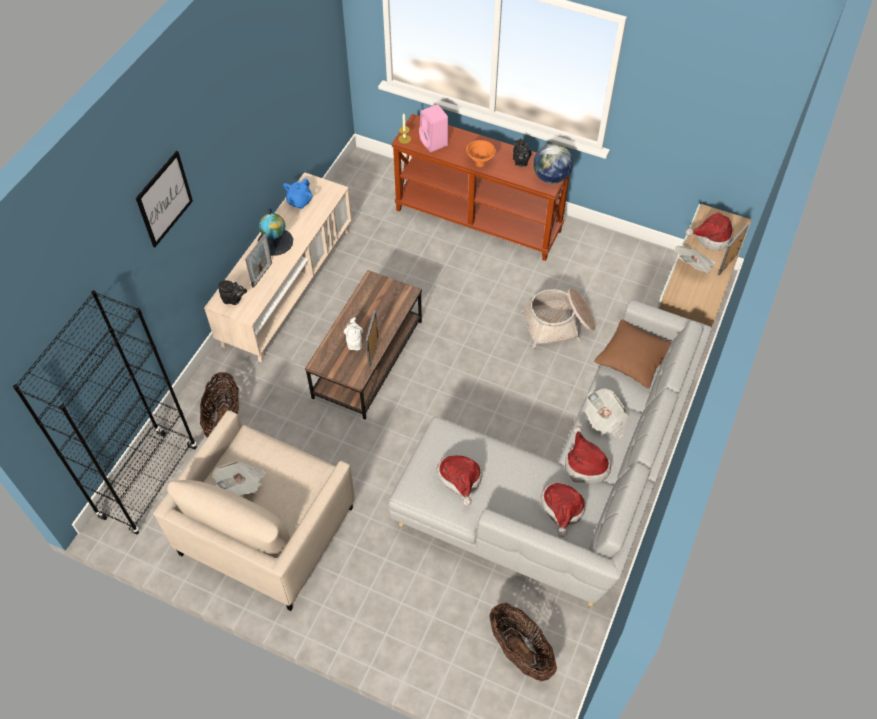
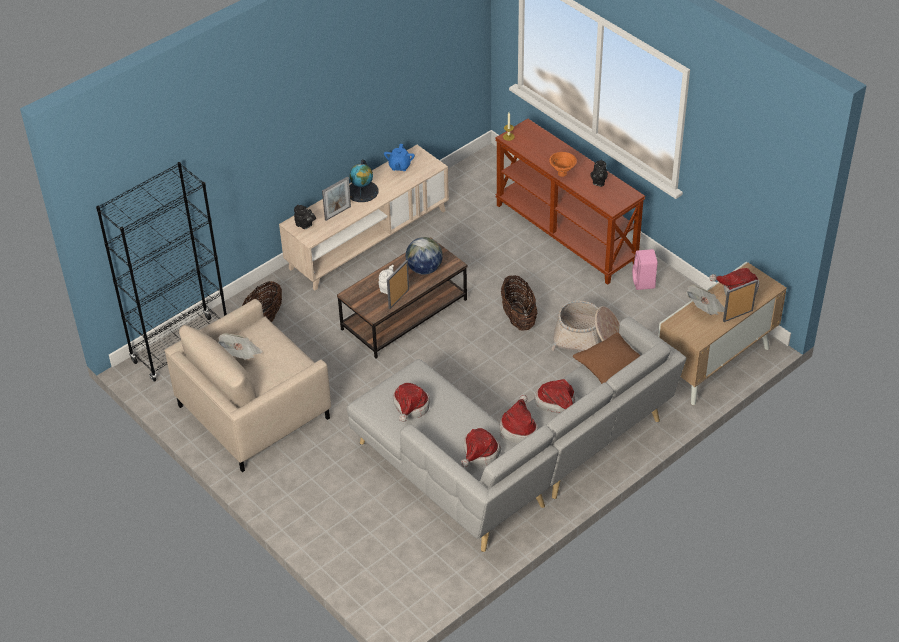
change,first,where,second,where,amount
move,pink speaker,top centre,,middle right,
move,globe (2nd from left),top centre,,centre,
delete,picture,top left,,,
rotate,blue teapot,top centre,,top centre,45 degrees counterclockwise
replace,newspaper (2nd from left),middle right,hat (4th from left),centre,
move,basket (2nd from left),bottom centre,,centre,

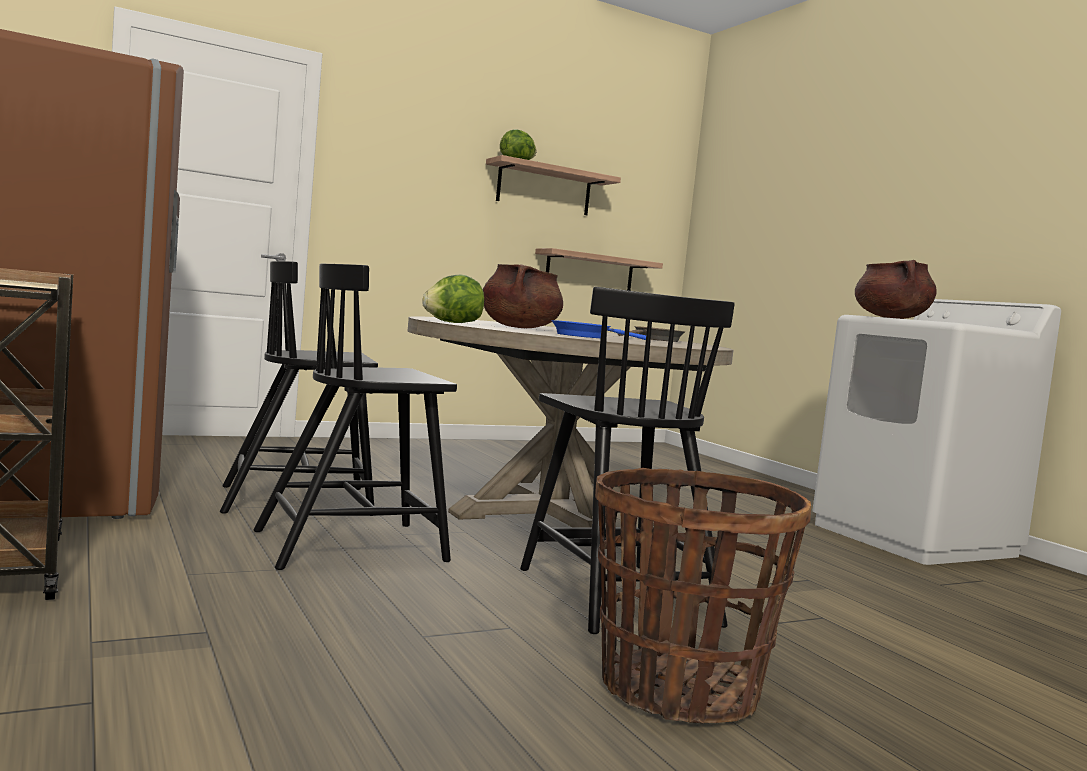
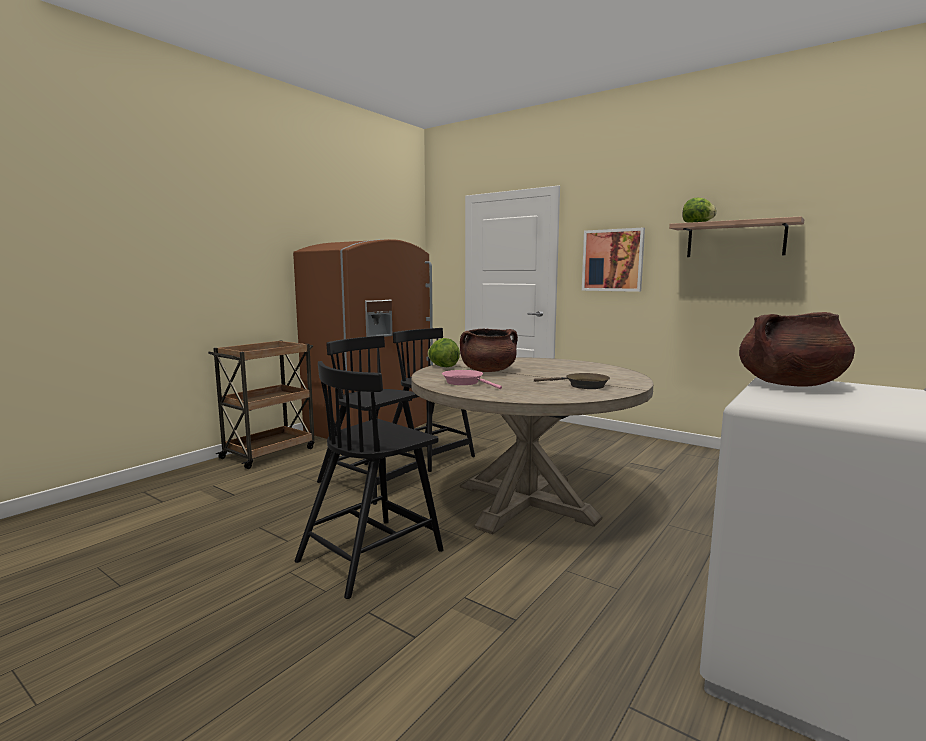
change,first,where,second,where,amount
delete,shelf (2nd from left),centre,,,
recolor,blue frying pan,centre,pink frying pan,centre,
delete,basket,bottom centre,,,
insert,,,picture,centre,

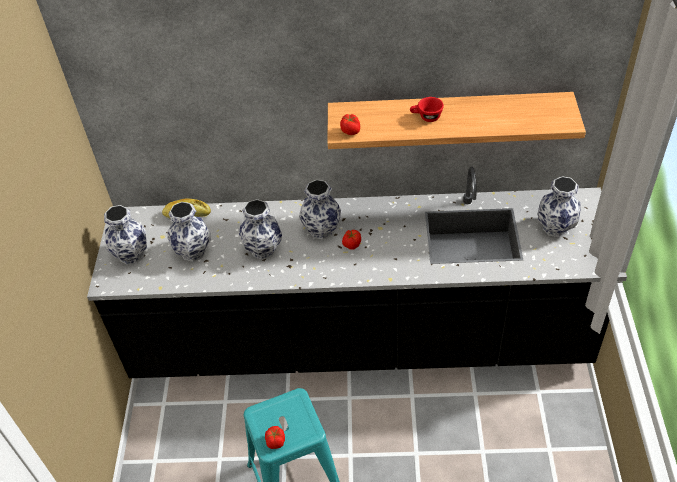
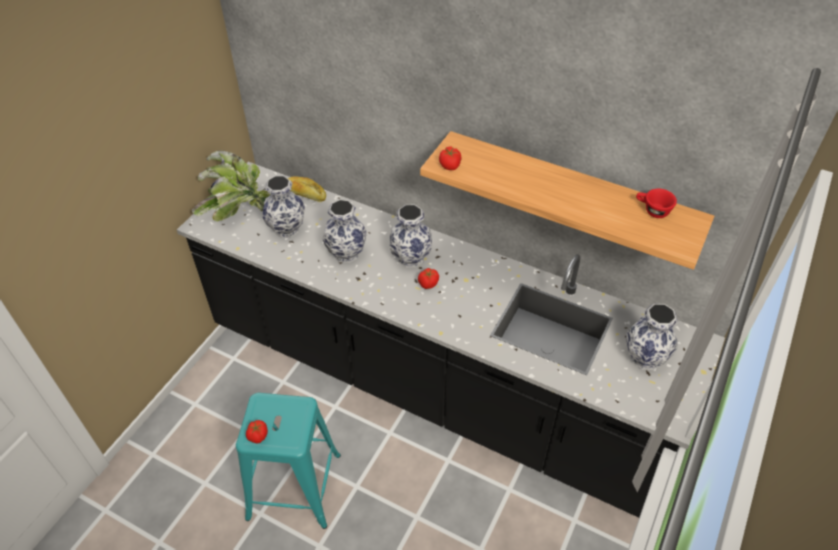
change,first,where,second,where,amount
move,red cup,top centre,,middle right,
replace,vase (1st from left),middle left,potted plant,middle left,

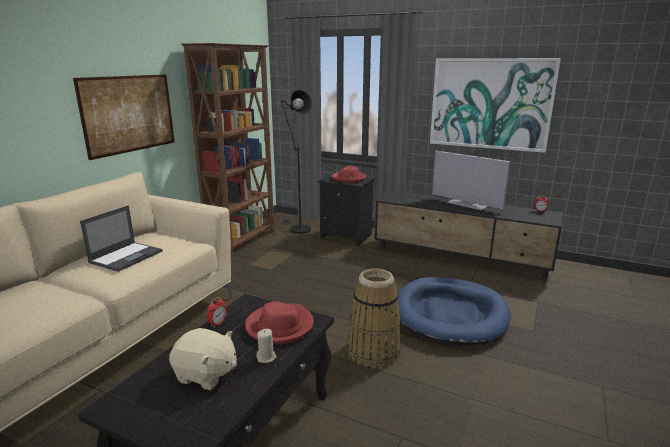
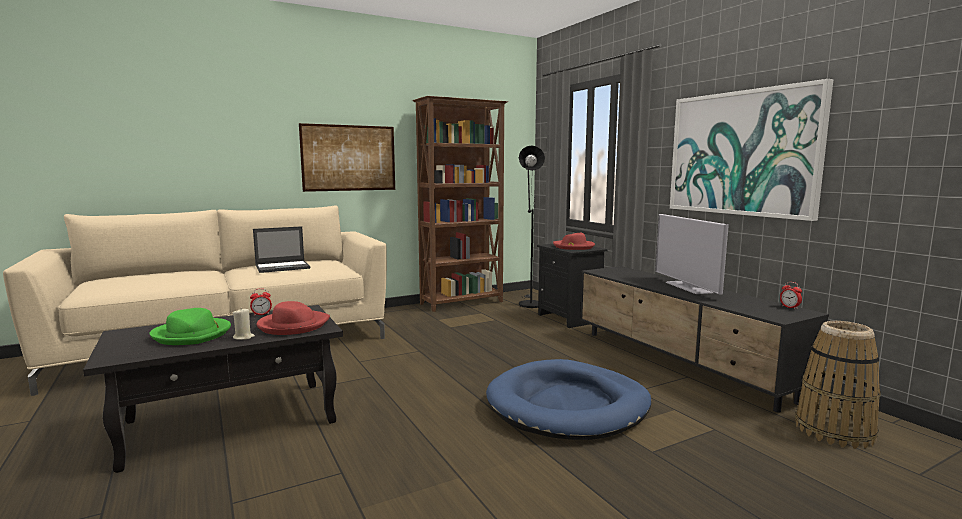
change,first,where,second,where,amount
move,basket,bottom centre,,bottom right,
replace,beige plush toy,bottom left,green hat,middle left,

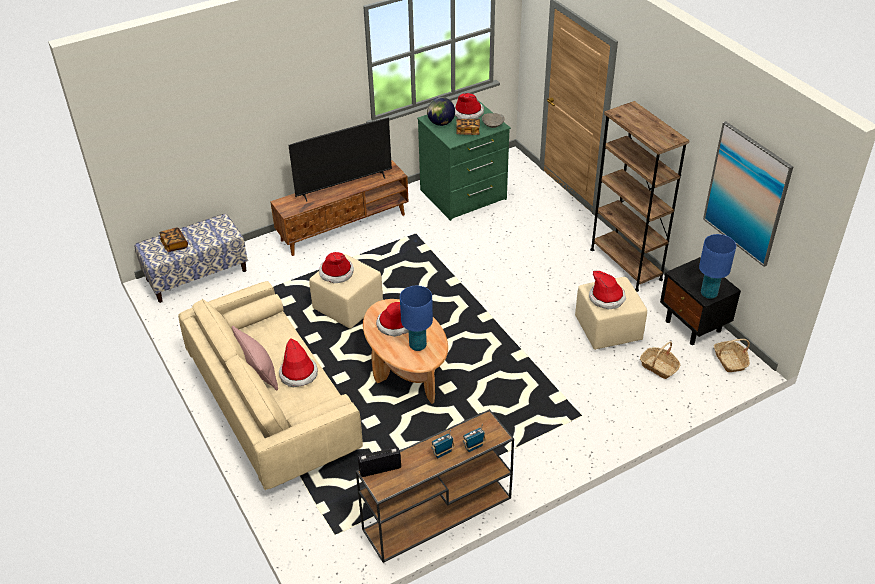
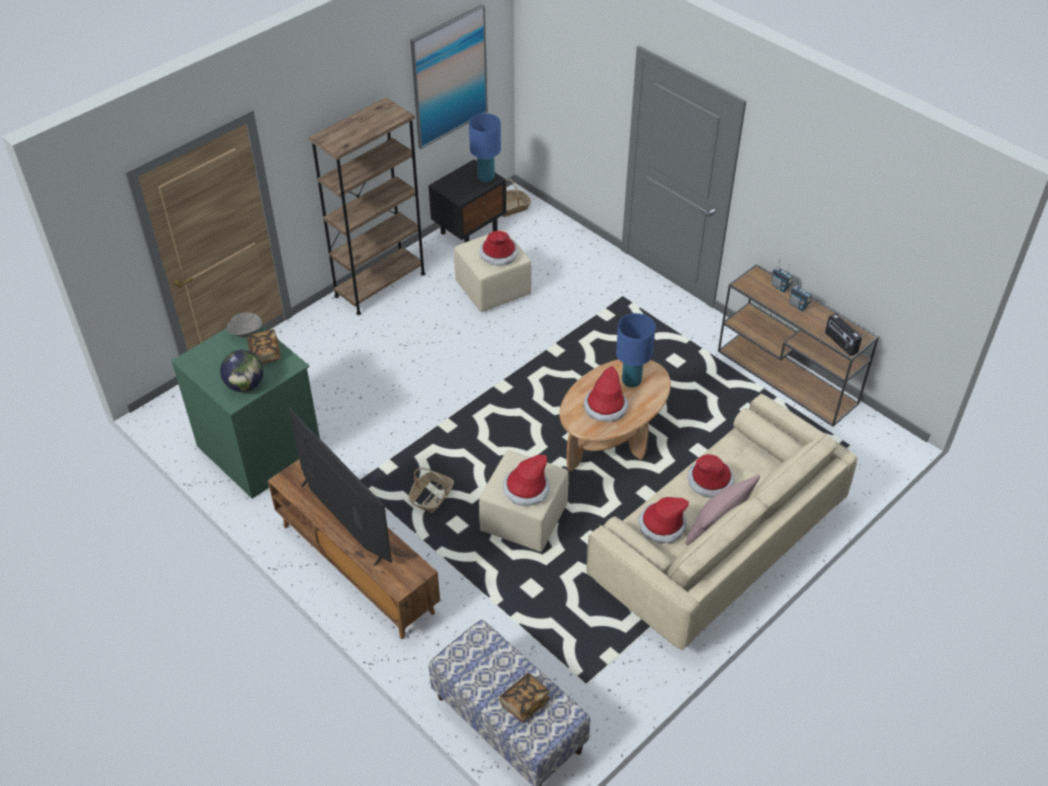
change,first,where,second,where,amount
move,hat (4th from left),top centre,,centre,
move,basket (1st from left),middle right,,centre,

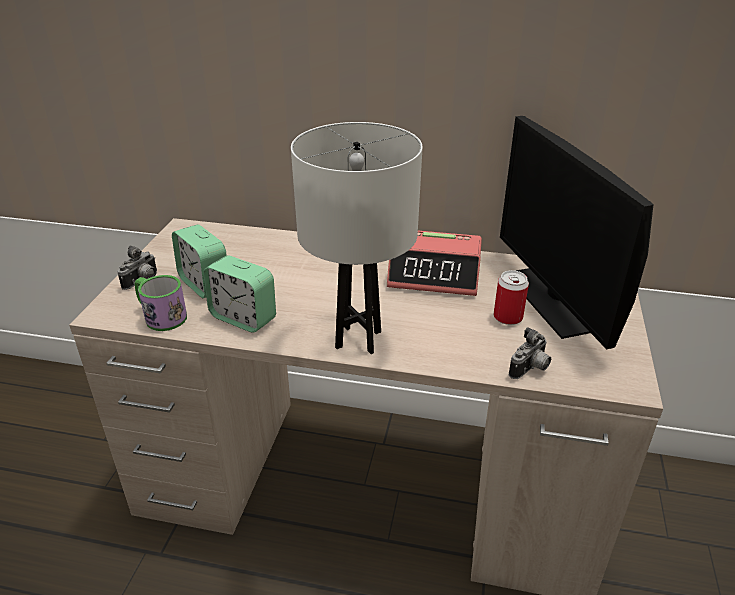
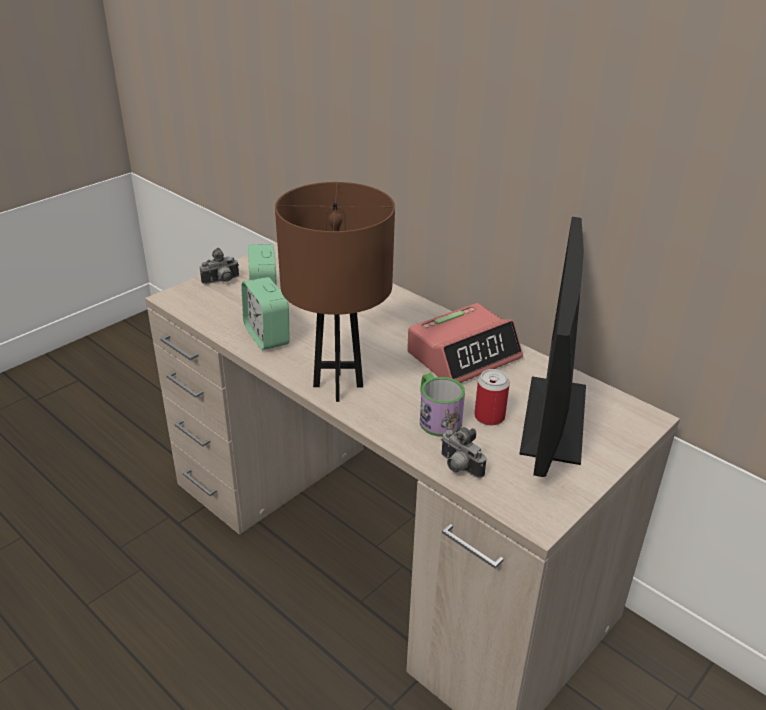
change,first,where,second,where,amount
recolor,white table lamp,centre,brown table lamp,centre,
rotate,alarm clock (3rd from left),centre,,centre,75 degrees counterclockwise
move,mug,middle left,,centre,
rotate,photo camera (2nd from left),middle right,,centre,60 degrees clockwise

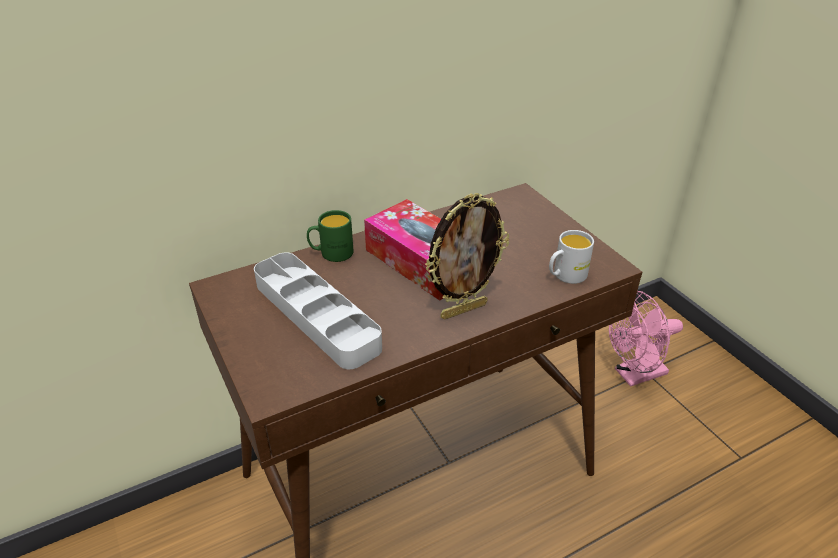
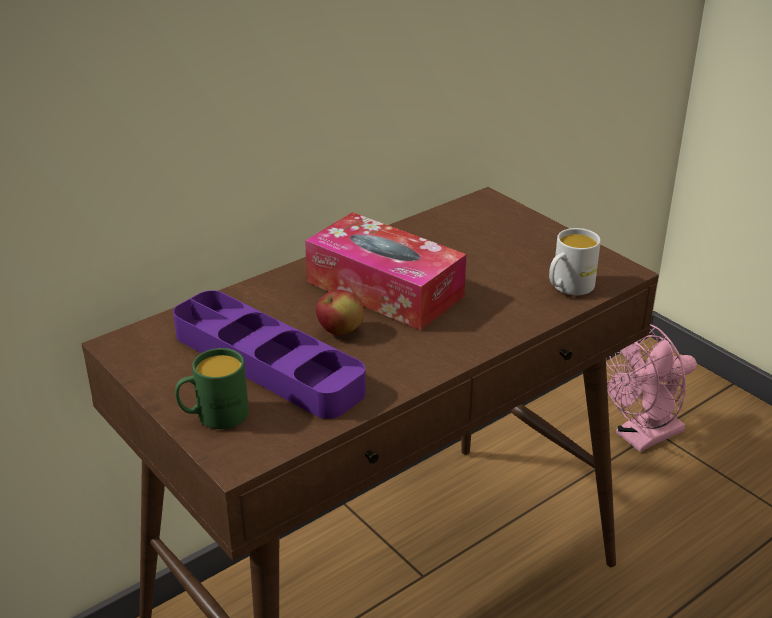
change,first,where,second,where,amount
delete,picture frame,centre,,,
move,green mug,centre,,middle left,
recolor,grey tray,centre,purple tray,centre,
insert,,,apple,centre,

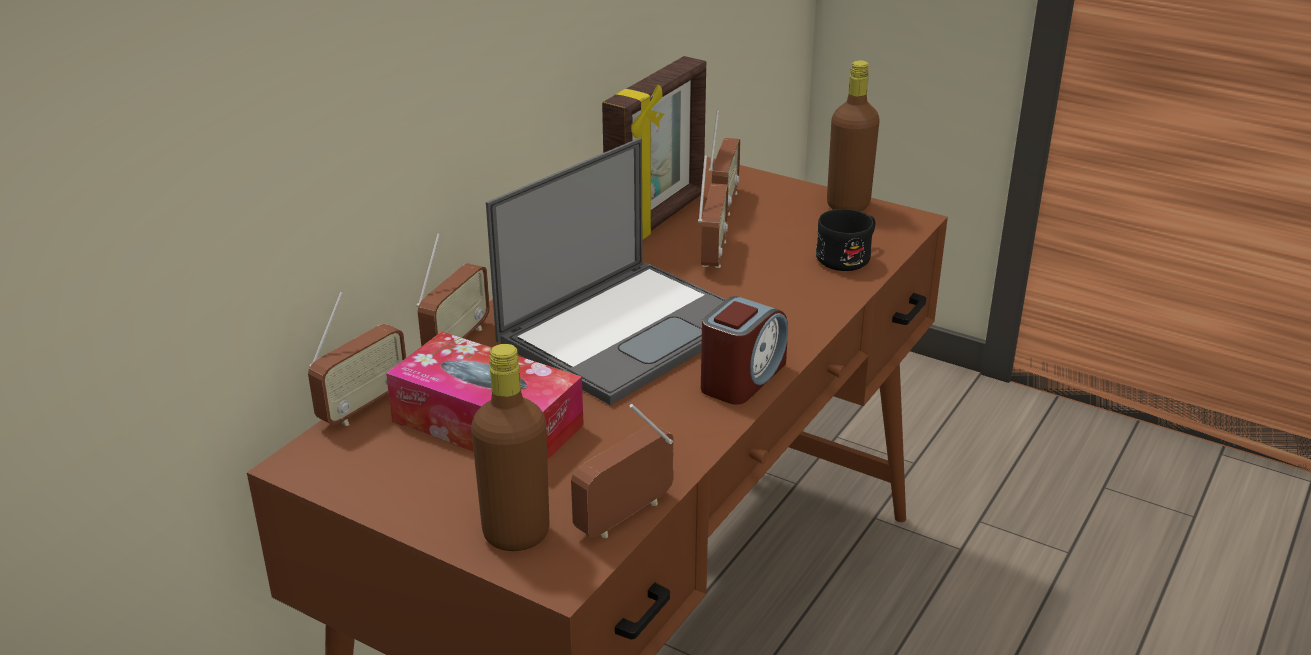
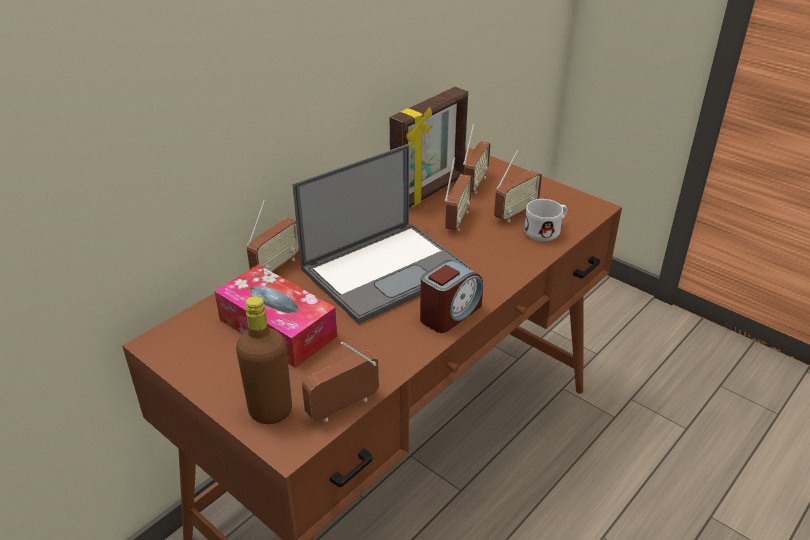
change,first,where,second,where,amount
delete,brown bottle (2nd from left),top centre,,,
recolor,black mug,centre,white mug,middle right,
move,radio (1st from left in the first image),middle left,radio (5th from left),centre,

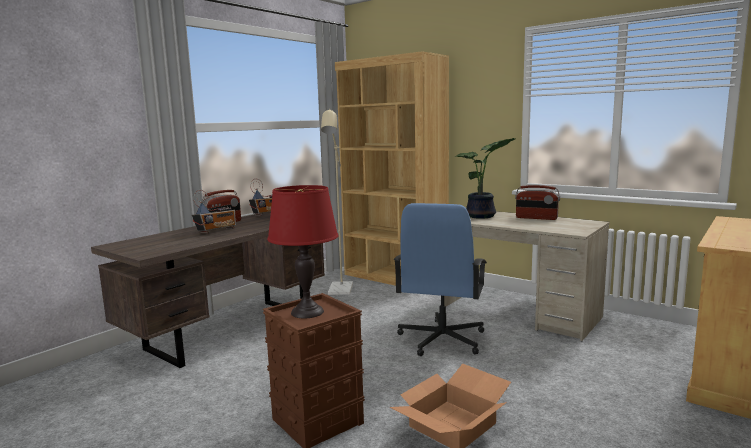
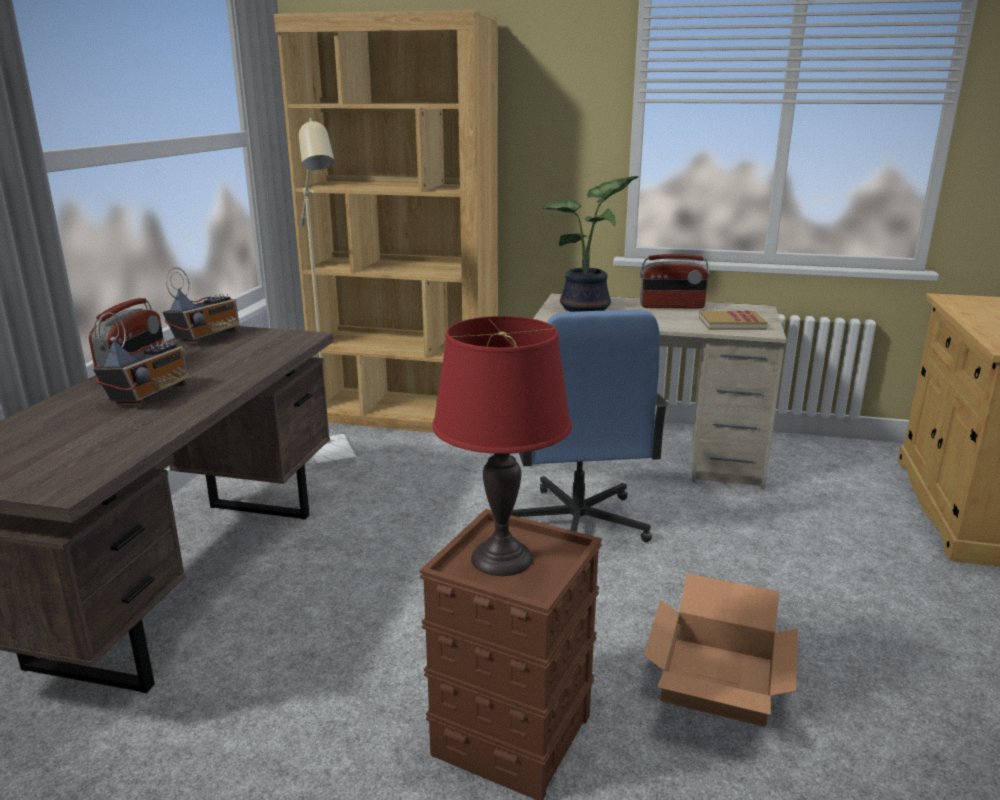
change,first,where,second,where,amount
insert,,,book,middle right,

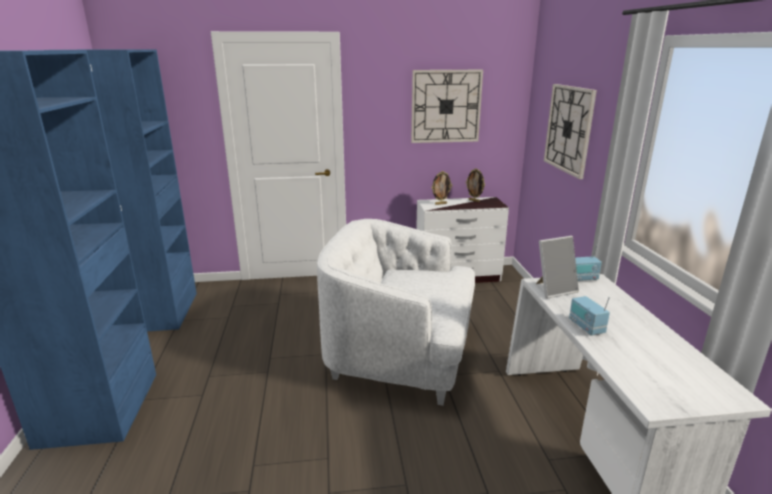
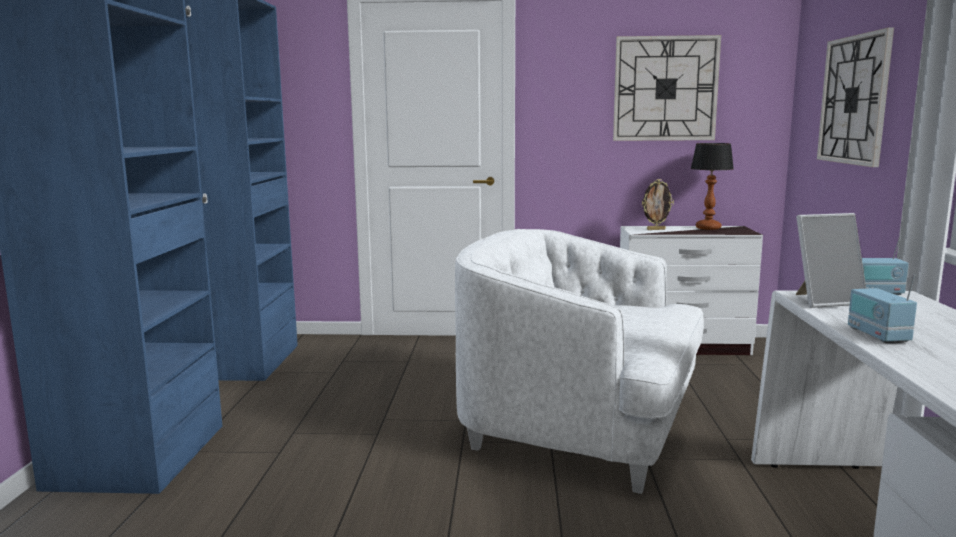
change,first,where,second,where,amount
replace,picture frame (2nd from left),centre,table lamp,middle right,

